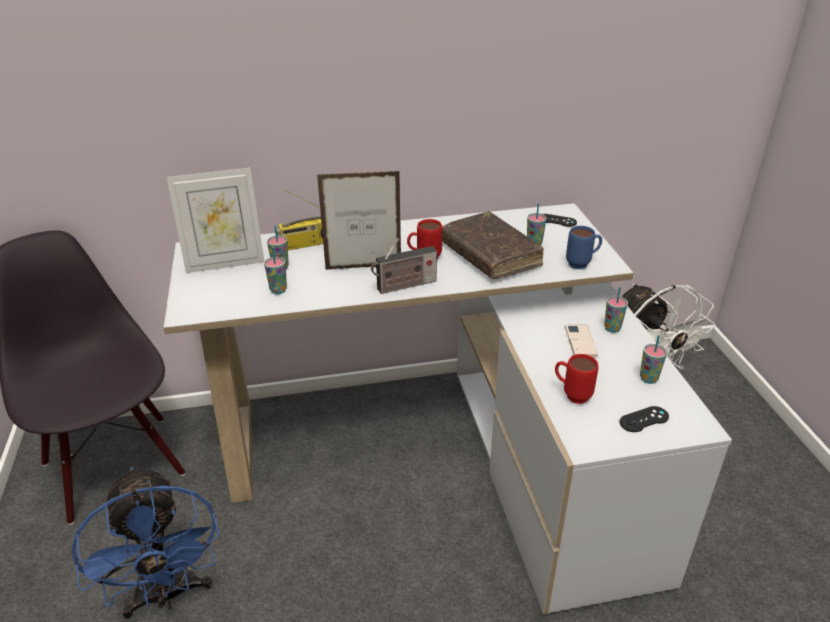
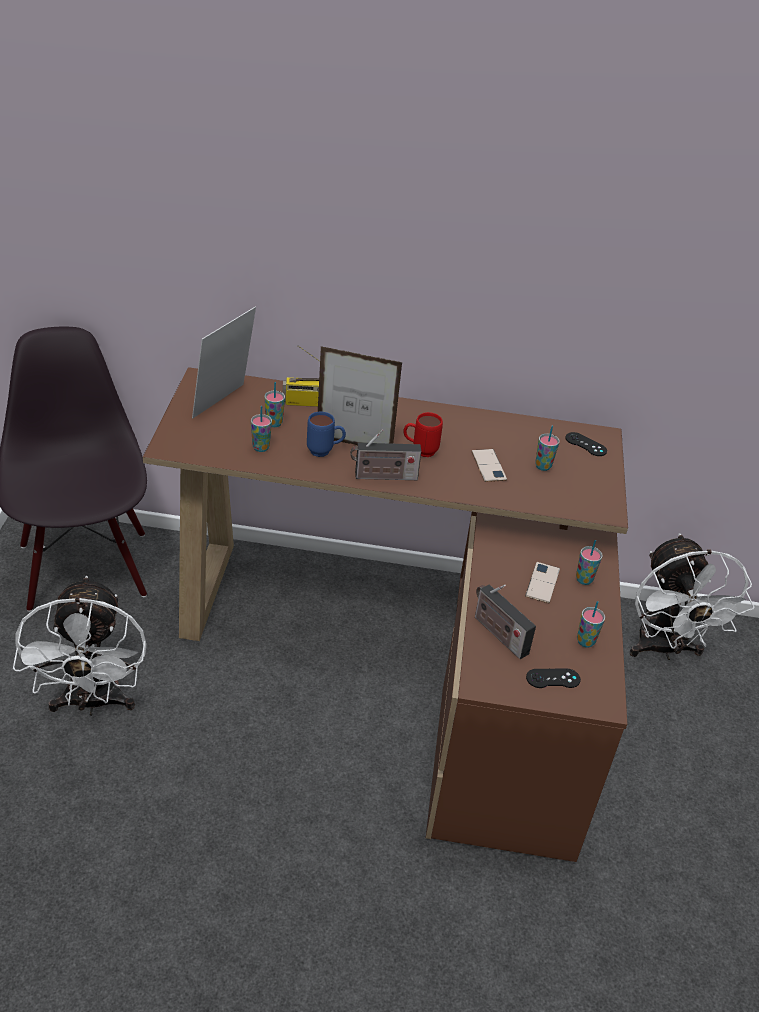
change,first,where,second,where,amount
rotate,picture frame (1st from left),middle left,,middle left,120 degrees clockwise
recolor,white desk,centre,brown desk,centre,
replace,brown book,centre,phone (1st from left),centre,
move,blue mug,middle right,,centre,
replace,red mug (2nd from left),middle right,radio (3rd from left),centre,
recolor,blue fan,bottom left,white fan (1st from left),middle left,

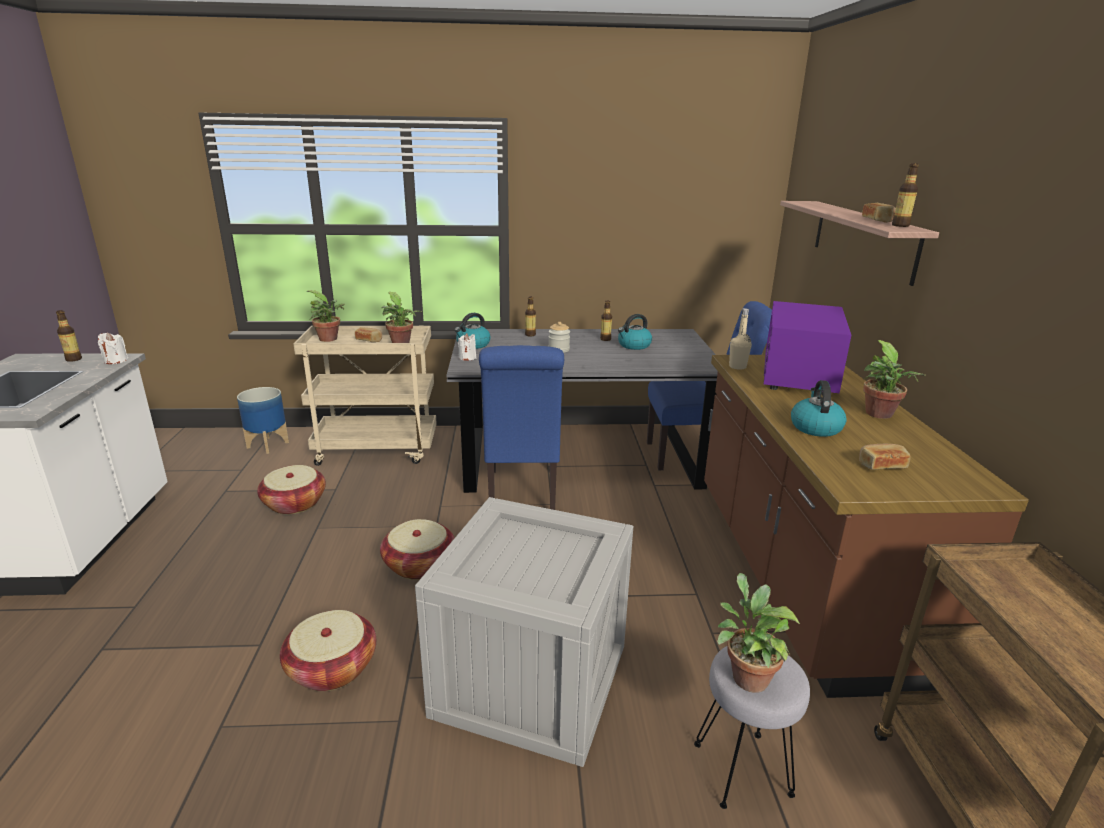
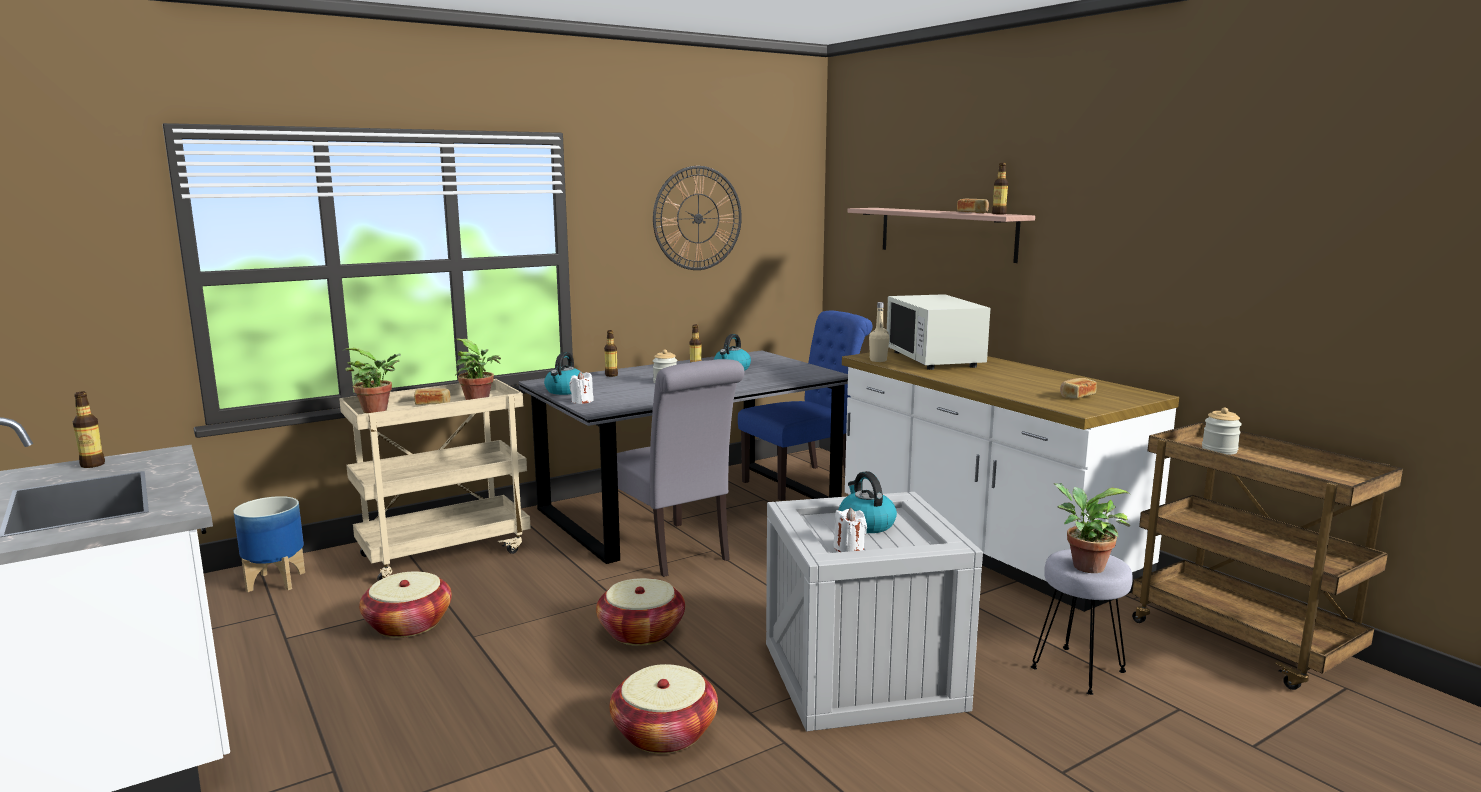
change,first,where,second,where,amount
recolor,purple microwave,middle right,white microwave,centre,
move,white candle (1st from left in the first image),middle left,white candle (2nd from left),bottom centre,
delete,potted plant (4th from left),middle right,,,
recolor,blue chair (1st from left),centre,grey chair,centre,
recolor,brown counter,middle right,white counter (2nd from left),middle right,
move,kettle (3rd from left),middle right,,centre,
insert,,,wall clock,top centre,
insert,,,jar (2nd from left),middle right,

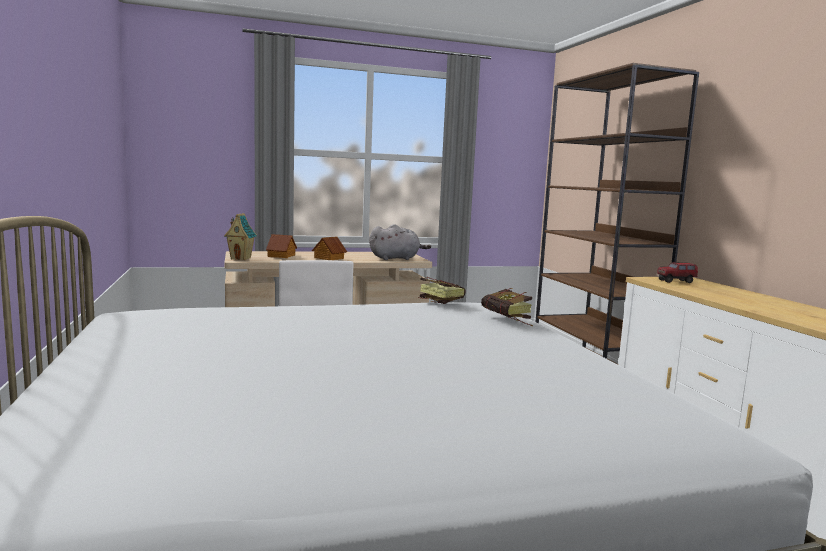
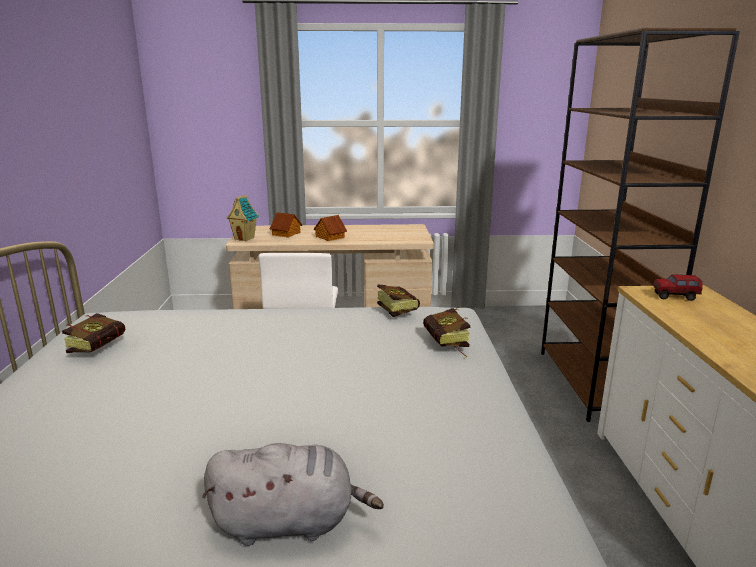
change,first,where,second,where,amount
move,grey plush toy,centre,,bottom centre,
insert,,,book (1st from left),middle left,

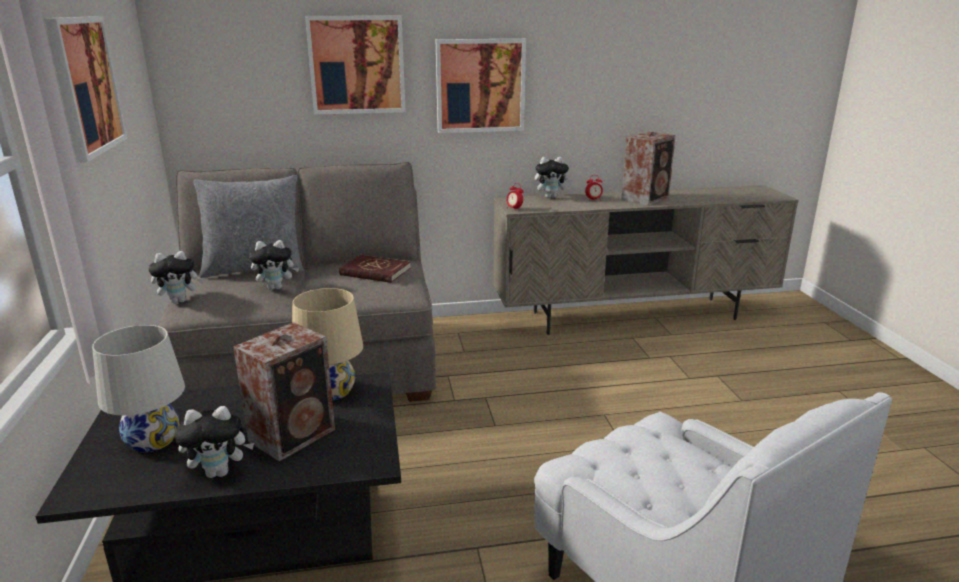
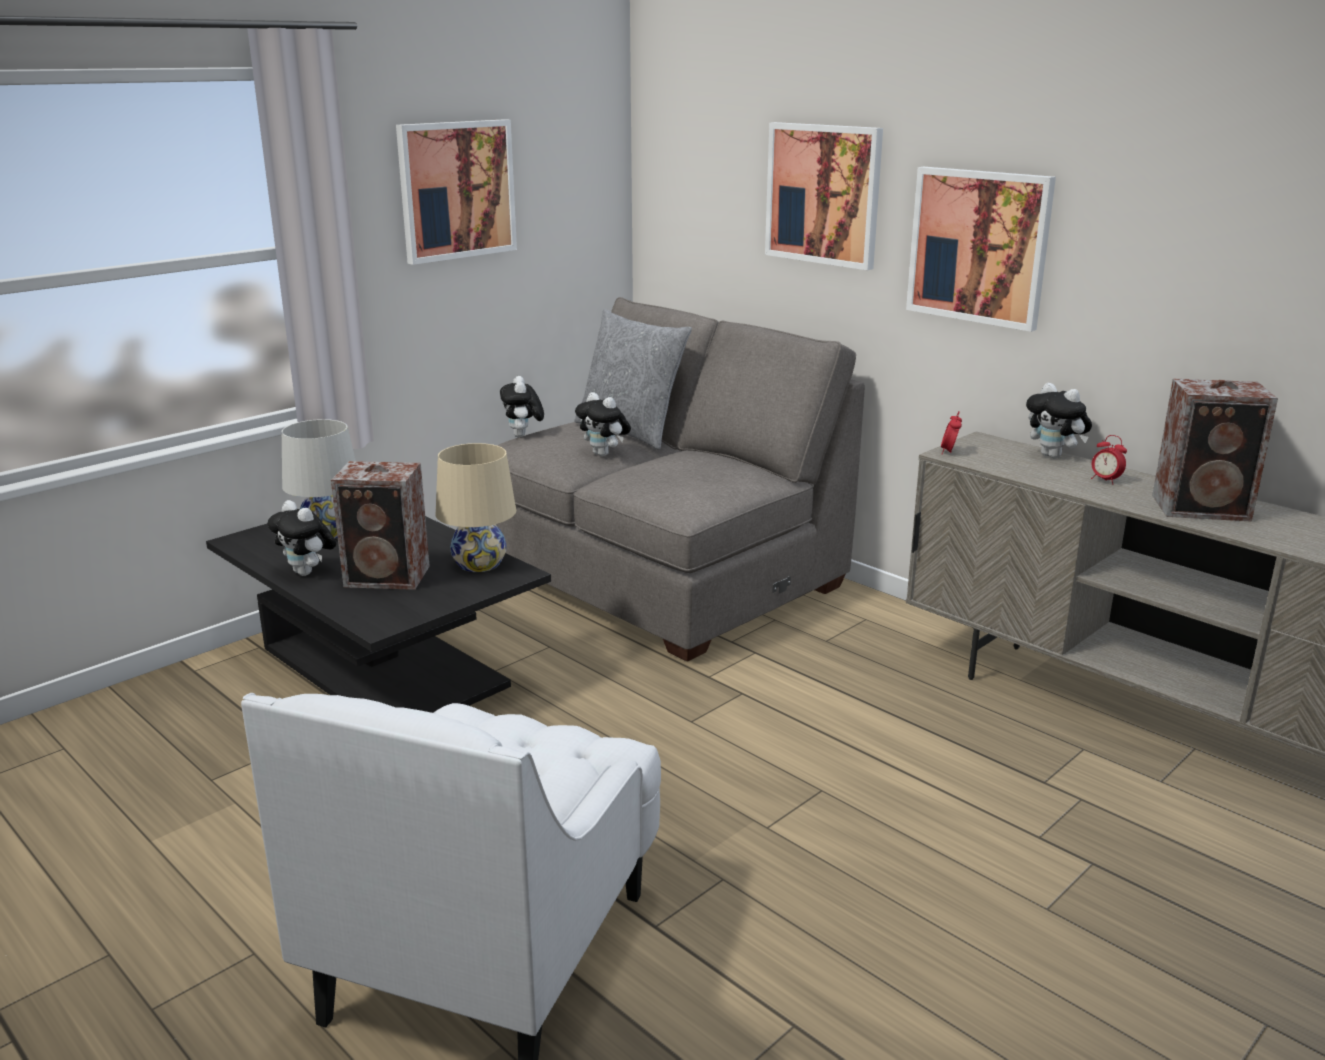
change,first,where,second,where,amount
rotate,plush toy (1st from left in the first image),middle left,plush toy (2nd from left),centre,45 degrees clockwise
delete,red book,centre,,,

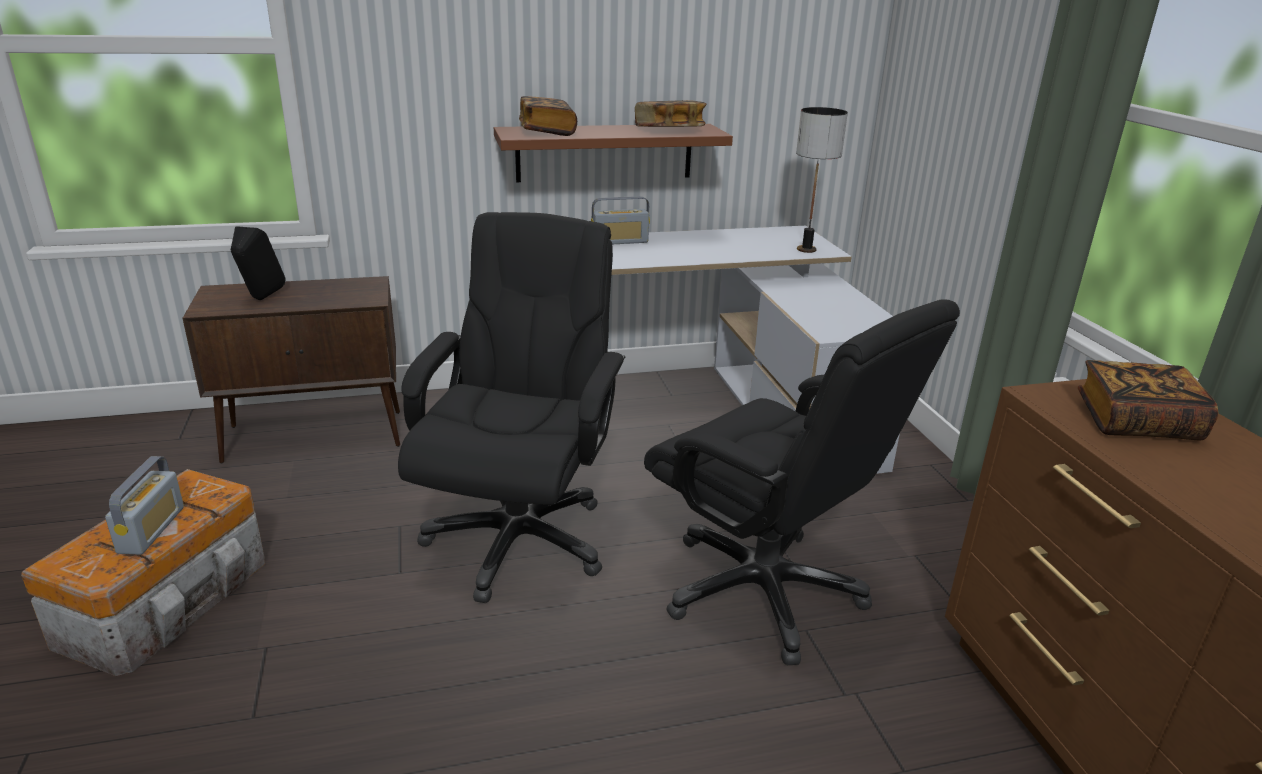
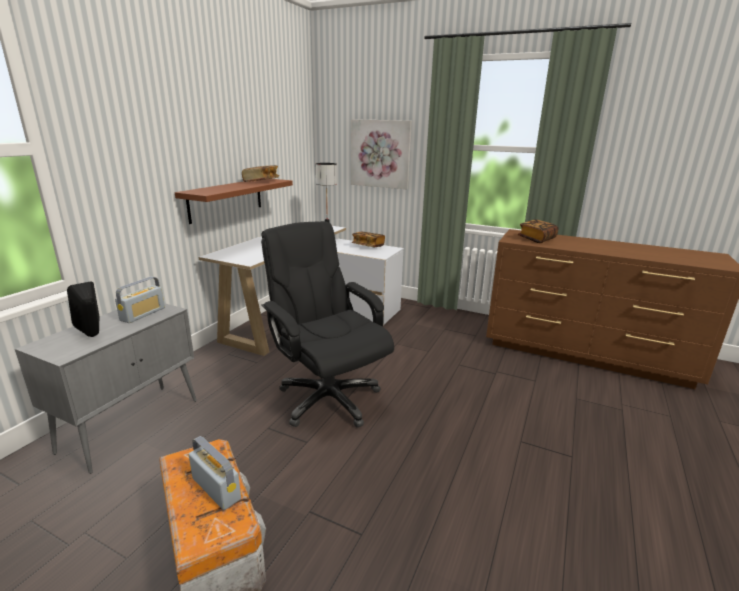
change,first,where,second,where,amount
move,book (1st from left in the first image),top centre,book (2nd from left),centre,
move,radio (2nd from left in the first image),top centre,radio (1st from left),middle left,
recolor,brown cabinet,middle left,grey cabinet,middle left,
delete,black office chair (2nd from left),centre,,,
insert,,,picture,top centre,

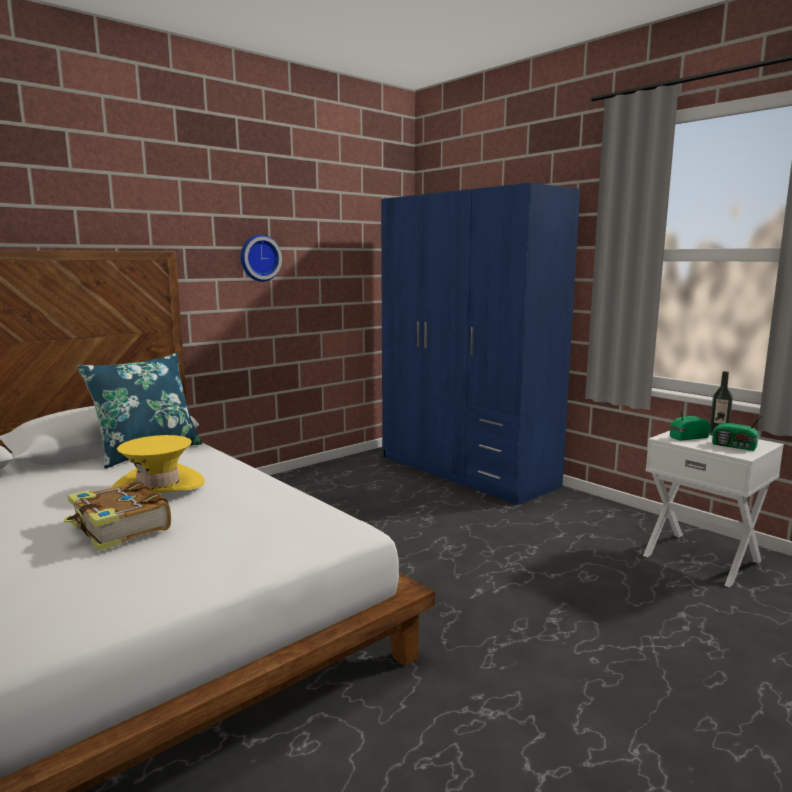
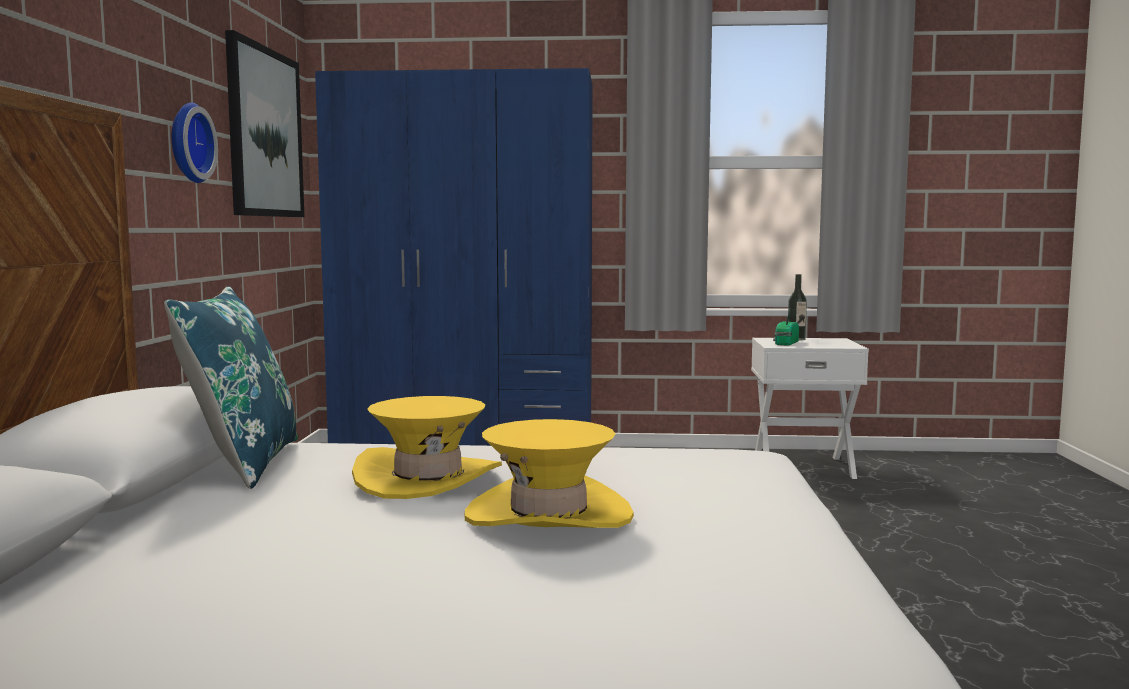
change,first,where,second,where,amount
delete,radio (2nd from left),middle right,,,
replace,book,middle left,yellow hat (2nd from left),bottom centre,
insert,,,picture,top left,

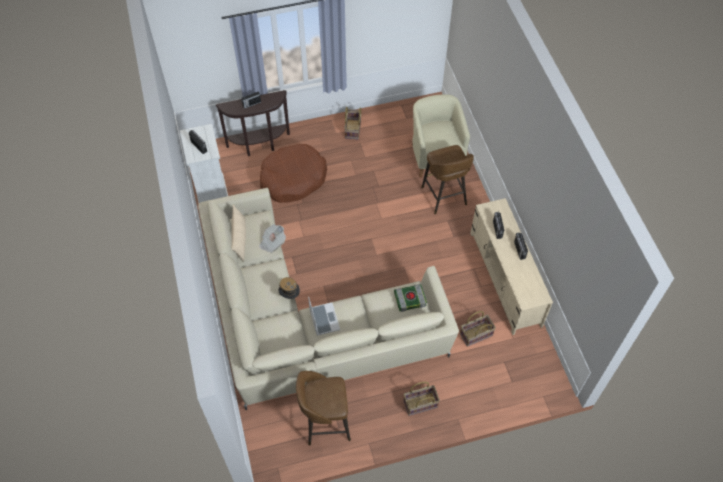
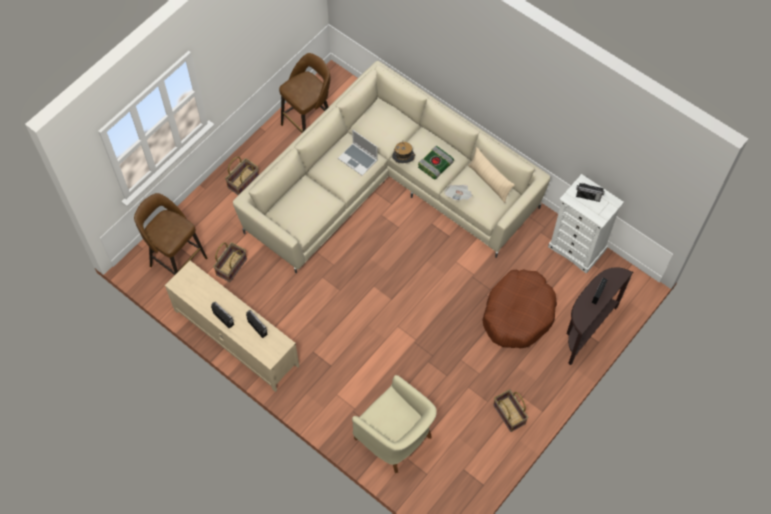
change,first,where,second,where,amount
move,brown stool (2nd from left in the first image),centre,brown stool (1st from left),middle left,
move,book,centre,,top centre,

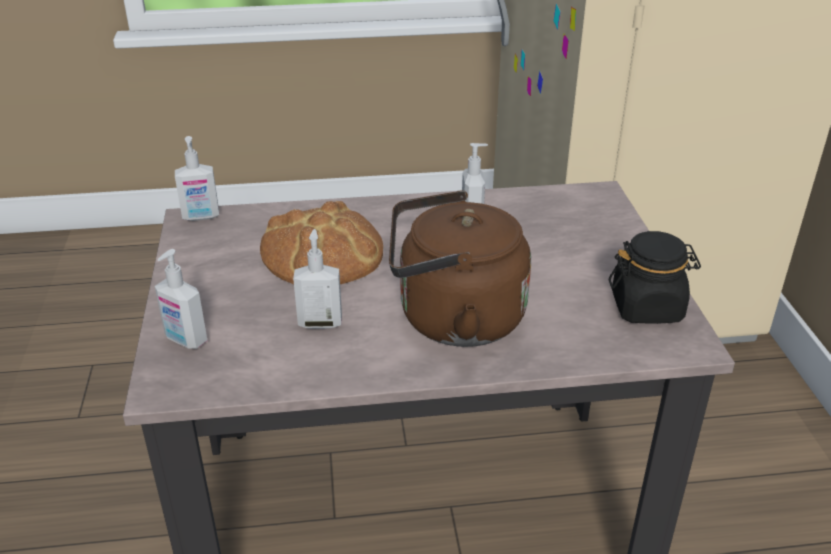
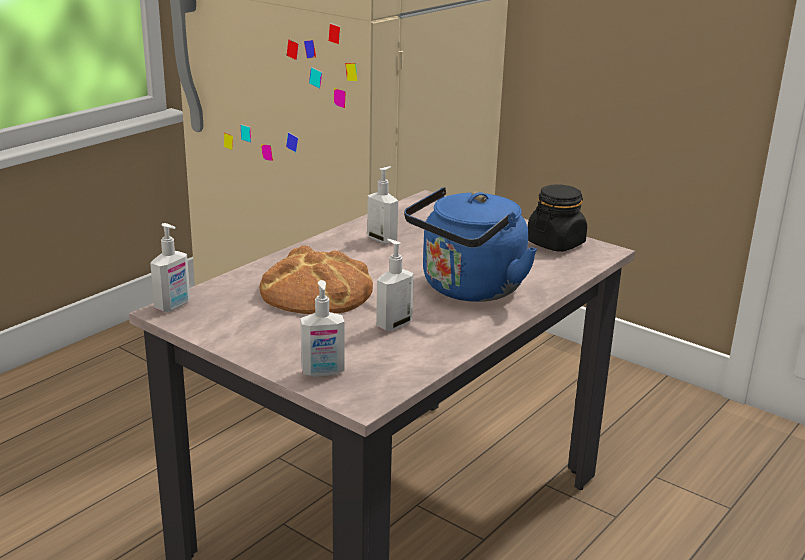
change,first,where,second,where,amount
recolor,brown kettle,centre,blue kettle,centre,

